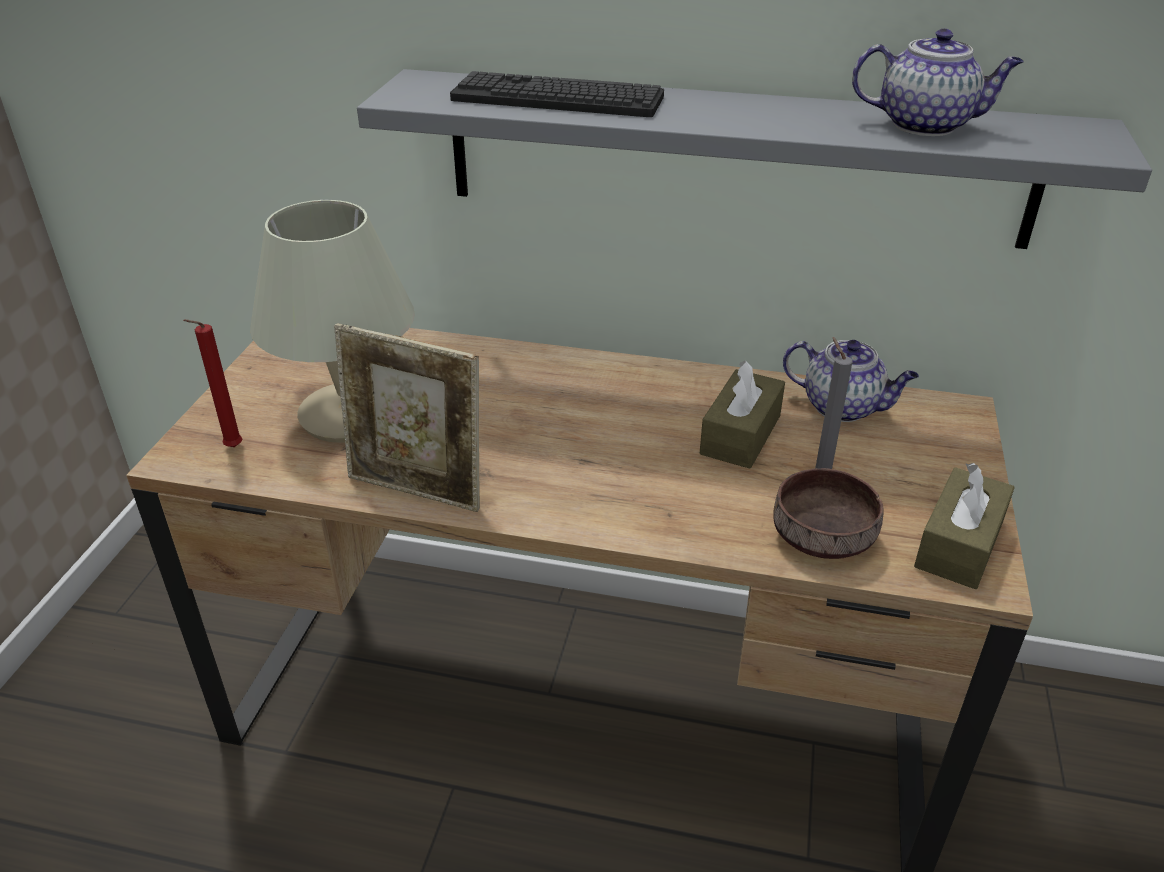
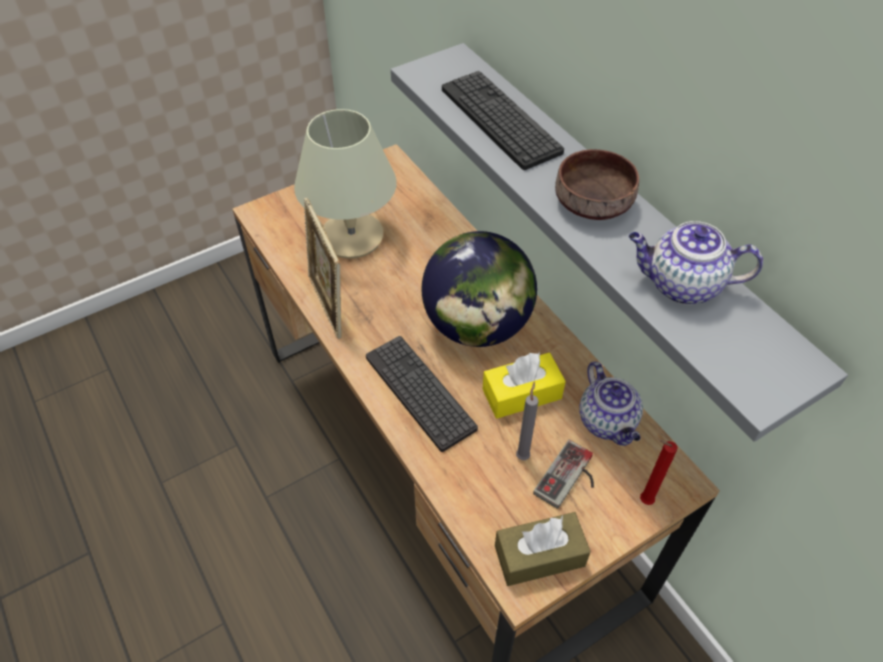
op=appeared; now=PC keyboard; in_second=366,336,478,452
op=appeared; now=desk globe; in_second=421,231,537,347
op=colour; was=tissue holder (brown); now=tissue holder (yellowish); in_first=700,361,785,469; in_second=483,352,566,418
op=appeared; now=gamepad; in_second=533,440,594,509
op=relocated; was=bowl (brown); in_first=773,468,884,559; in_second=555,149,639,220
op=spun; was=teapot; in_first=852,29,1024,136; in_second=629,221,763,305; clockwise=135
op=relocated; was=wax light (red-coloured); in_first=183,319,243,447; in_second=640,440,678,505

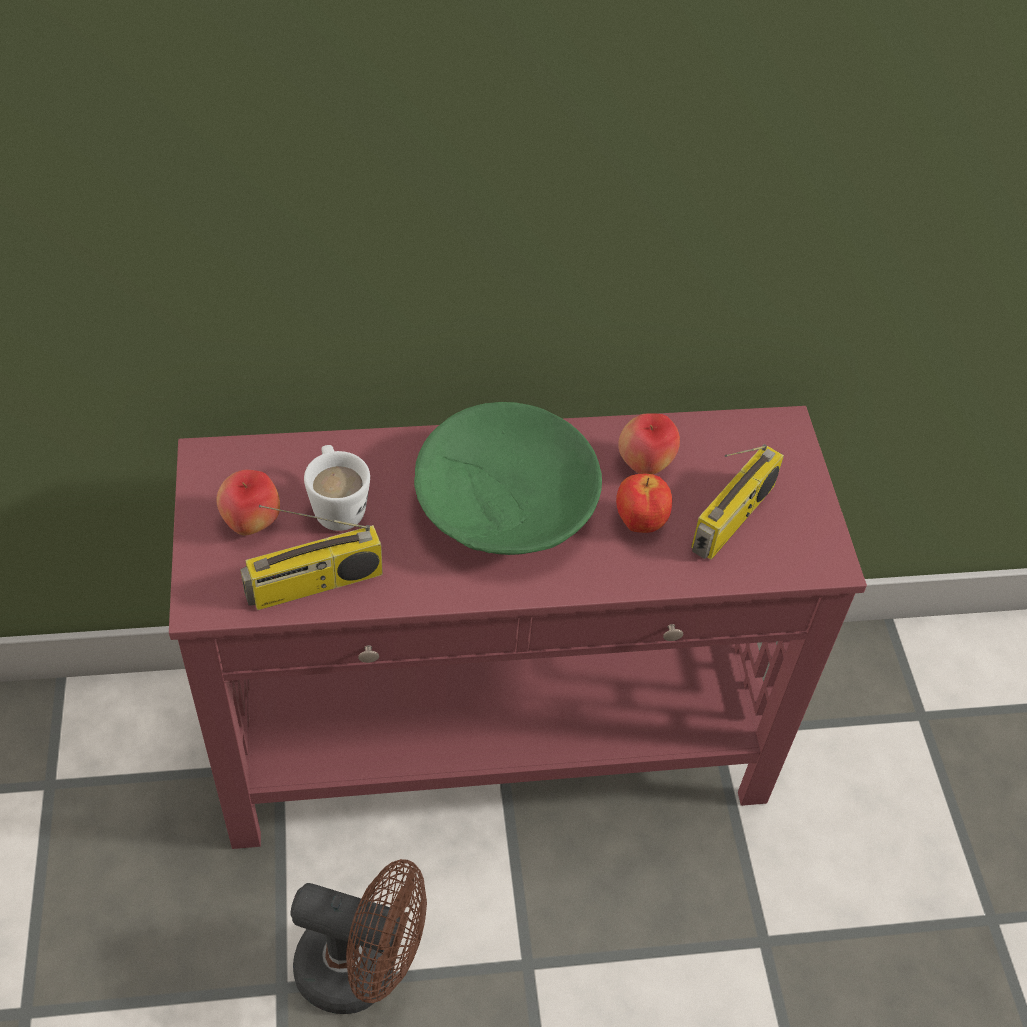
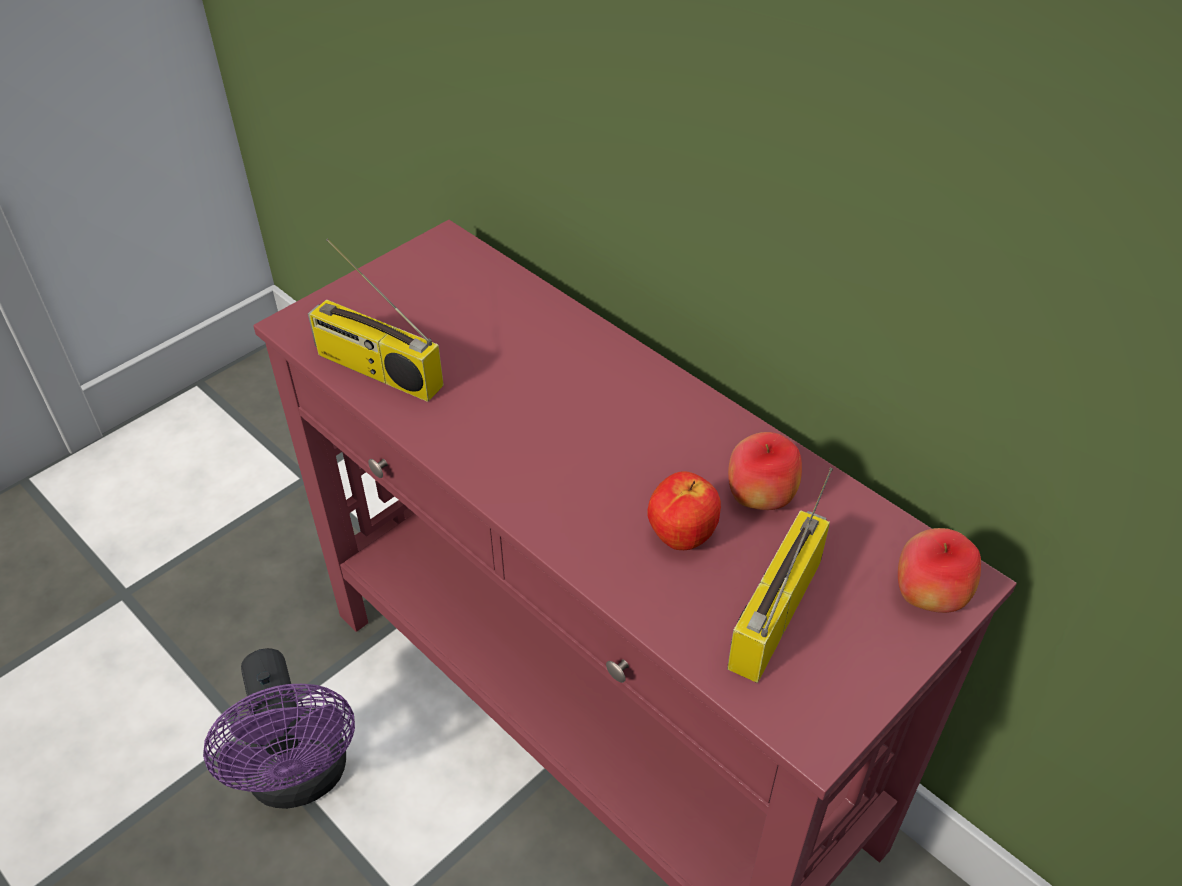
op=colour; was=electric fan (brown); now=electric fan (purple); in_first=290,859,427,1014; in_second=203,648,355,809
op=spun; was=radio receiver; in_first=691,444,784,560; in_second=727,468,833,683; clockwise=120
op=relocated; was=apple fruit; in_first=216,470,280,535; in_second=898,528,981,613
op=missing; was=mug (white); in_first=304,445,370,531
op=missing; was=bowl (green); in_first=414,402,602,555

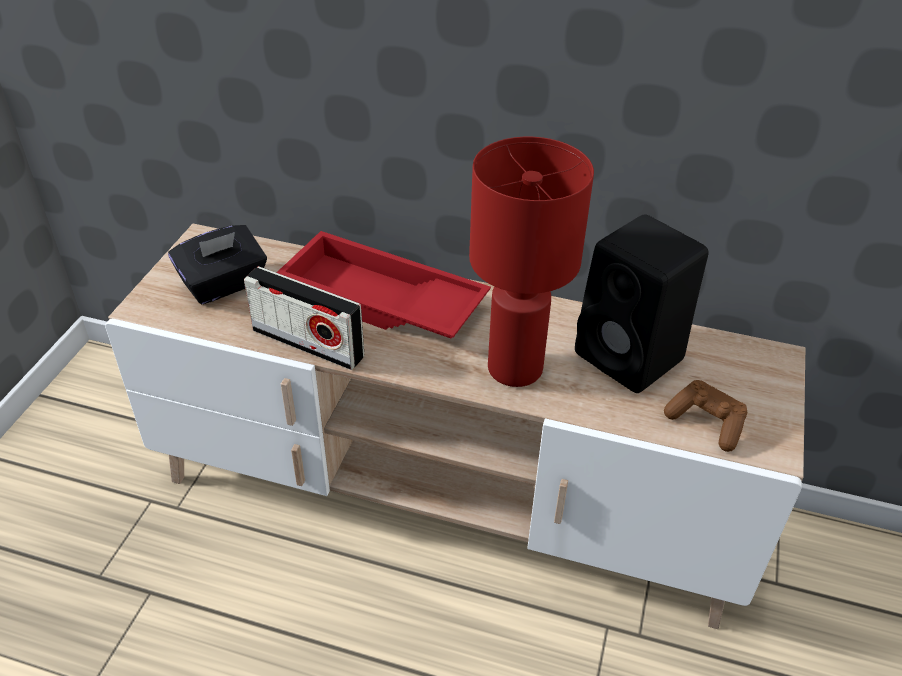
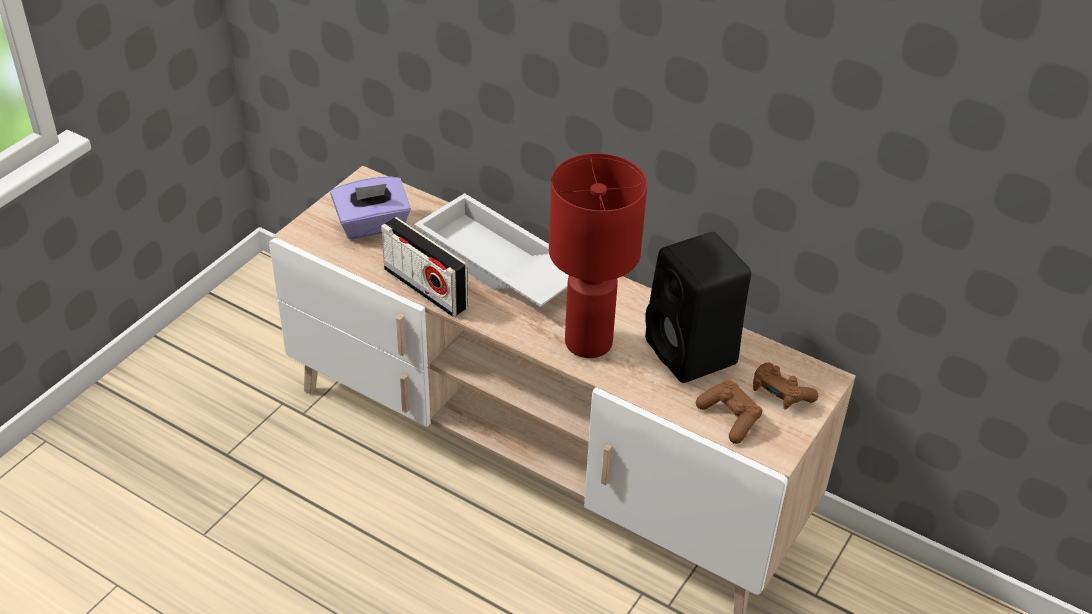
op=colour; was=tissue holder (blackish); now=tissue holder (purple); in_first=168,225,267,304; in_second=330,176,411,239
op=colour; was=tray (red-coloured); now=tray (white); in_first=276,231,491,338; in_second=414,193,569,307
op=appeared; now=gamepad (brown); in_second=753,362,818,410

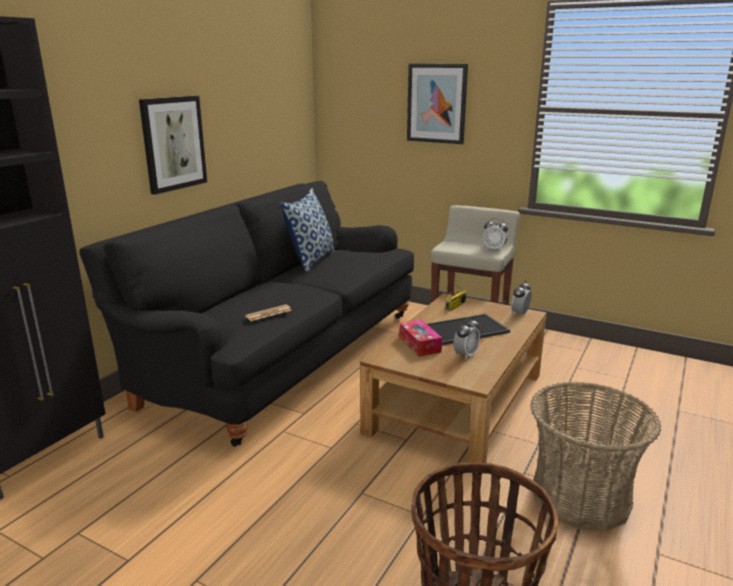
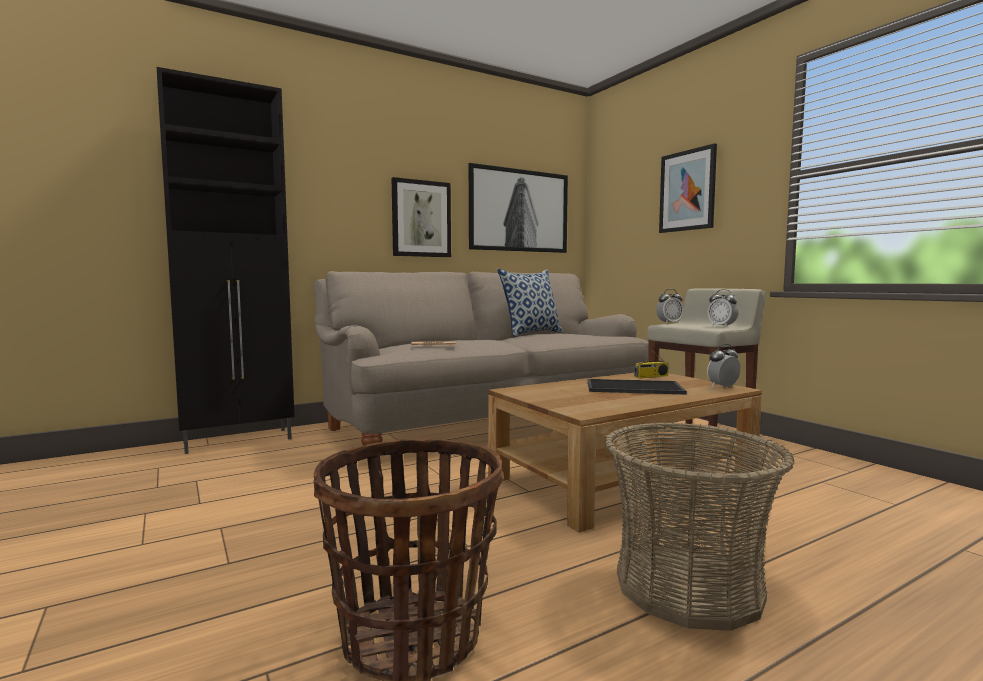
op=colour; was=settee (blackish); now=settee (beige-coloured); in_first=79,181,414,447; in_second=314,271,649,445
op=appeared; now=wall art; in_second=469,163,568,253
op=relocated; was=table clock; in_first=454,317,480,360; in_second=656,289,684,324
op=missing; was=tissue holder; in_first=399,320,442,356

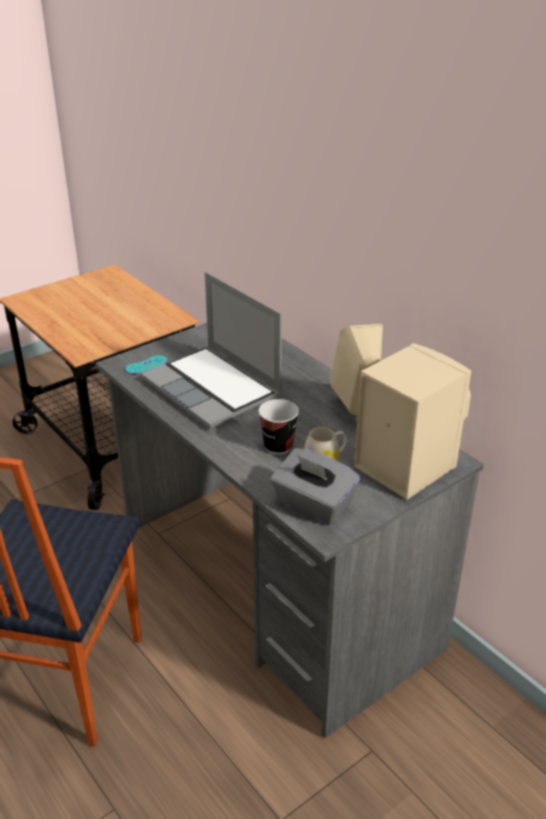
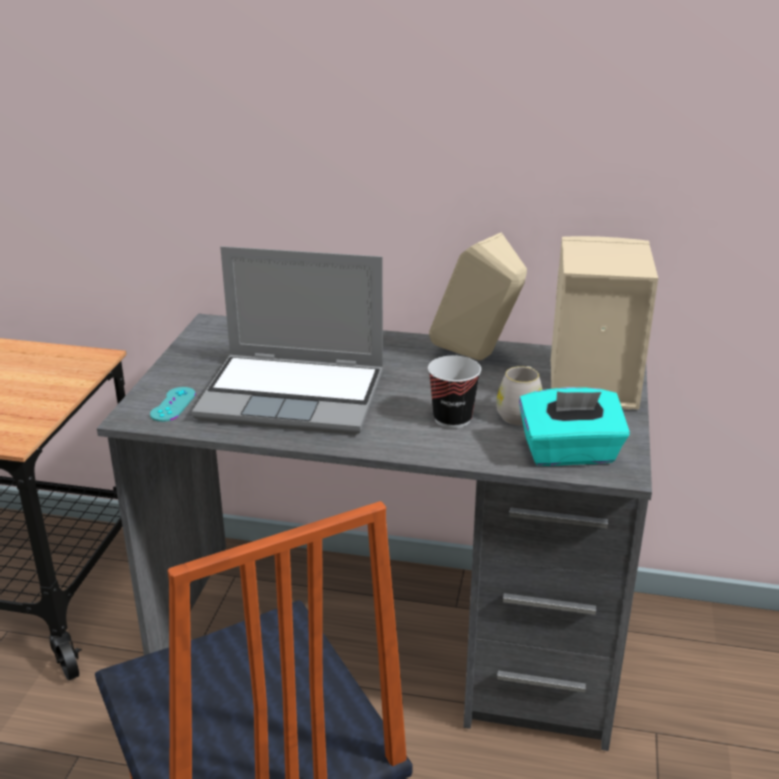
op=colour; was=tissue holder (grey); now=tissue holder (blue-green); in_first=270,448,360,524; in_second=519,387,630,466

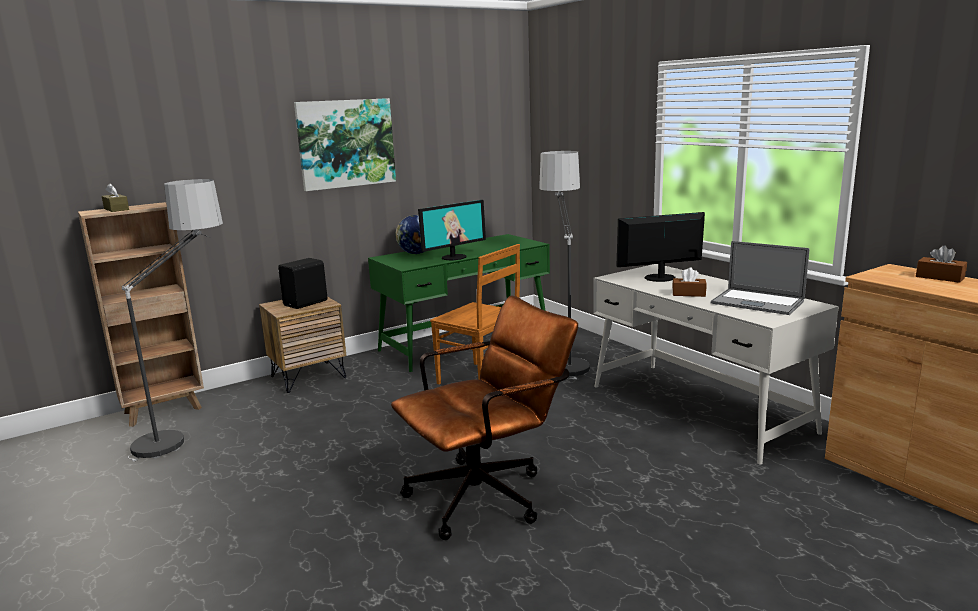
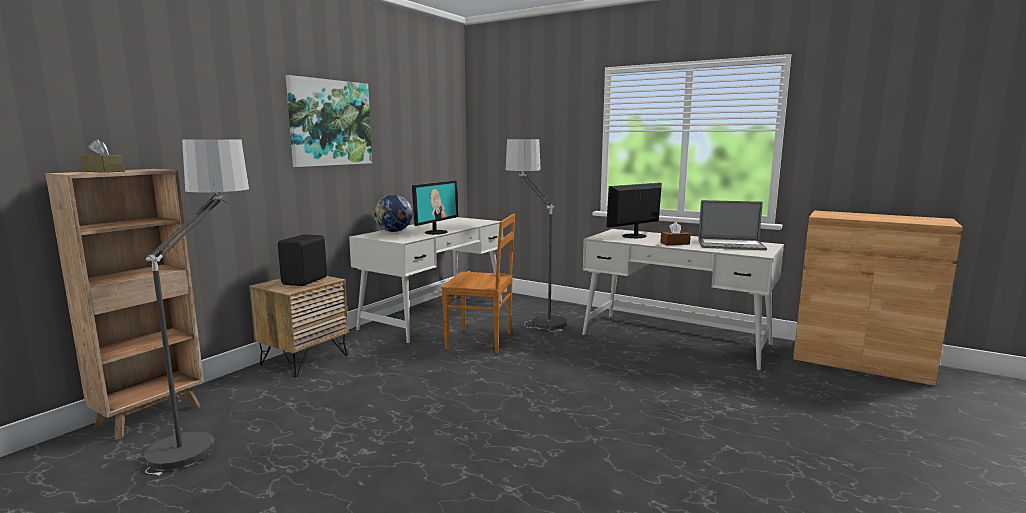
op=colour; was=desk unit (green); now=desk unit (white); in_first=368,234,550,372; in_second=349,217,503,343
op=missing; was=computer chair (brown); in_first=391,295,578,540
op=missing; was=tissue holder (brown); in_first=916,245,967,283

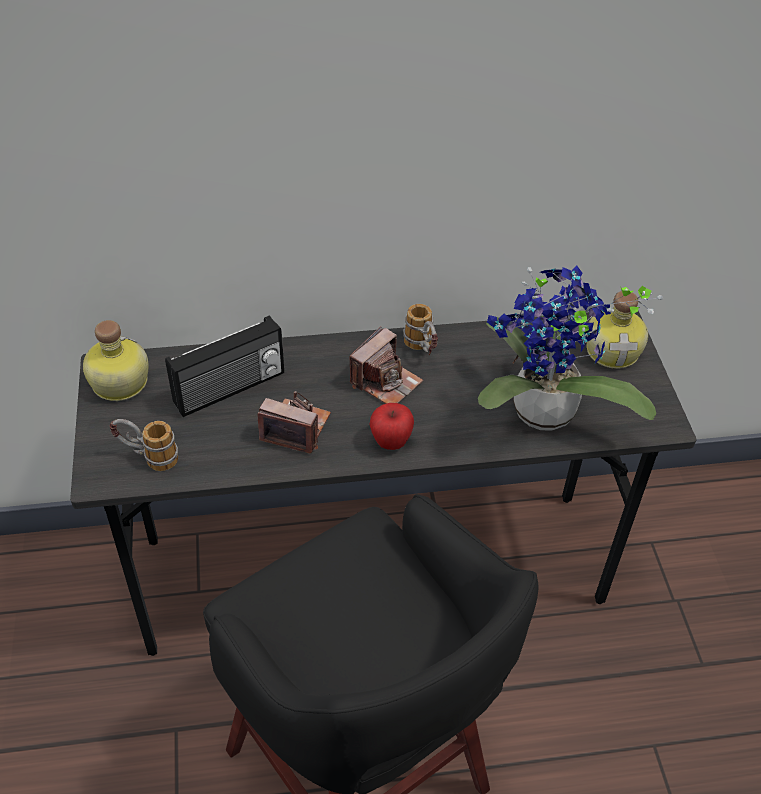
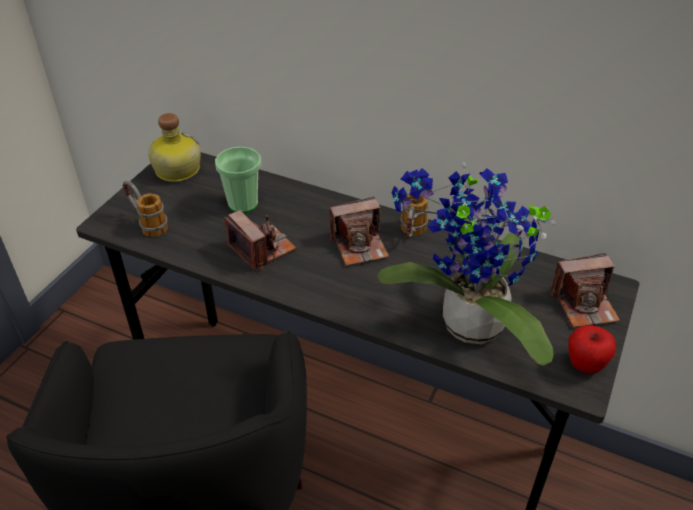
op=exchanged; was=radio receiver; now=drinking cup; in_first=165,316,284,417; in_second=215,147,261,213
op=exchanged; was=beverage bottle; now=still camera; in_first=586,291,648,369; in_second=551,253,620,327
op=relocated; was=apple fruit; in_first=369,403,414,450; in_second=568,325,616,374

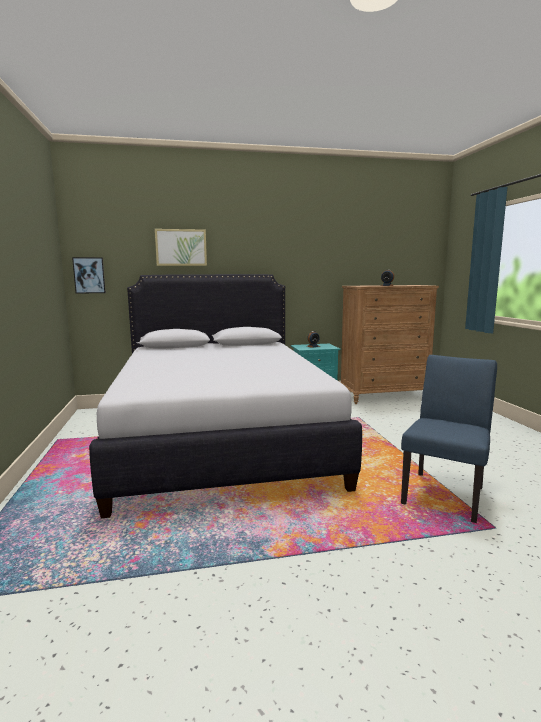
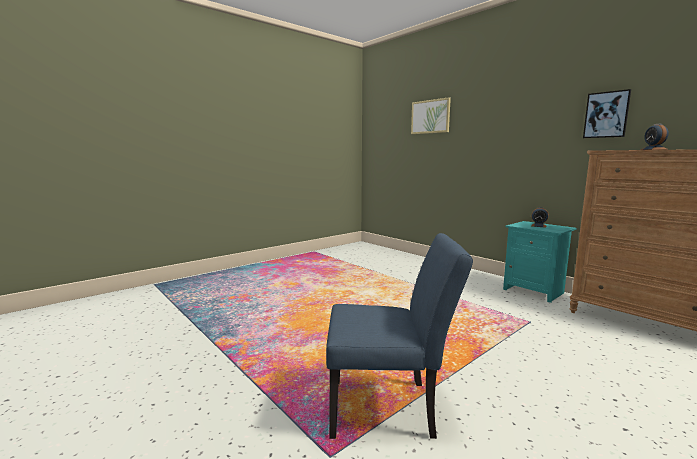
op=relocated; was=wall art; in_first=72,257,106,294; in_second=583,89,631,138
op=missing; was=sleeping bed (white); in_first=89,274,362,518

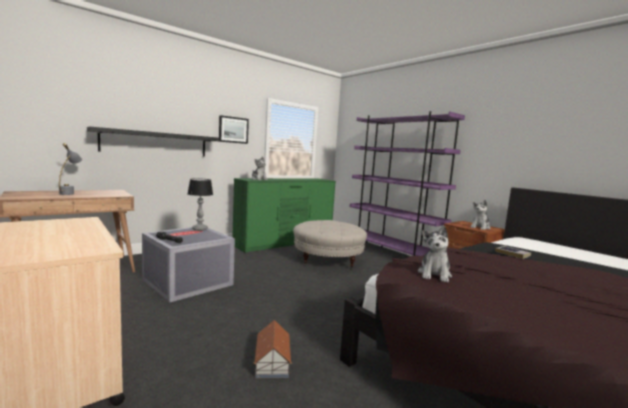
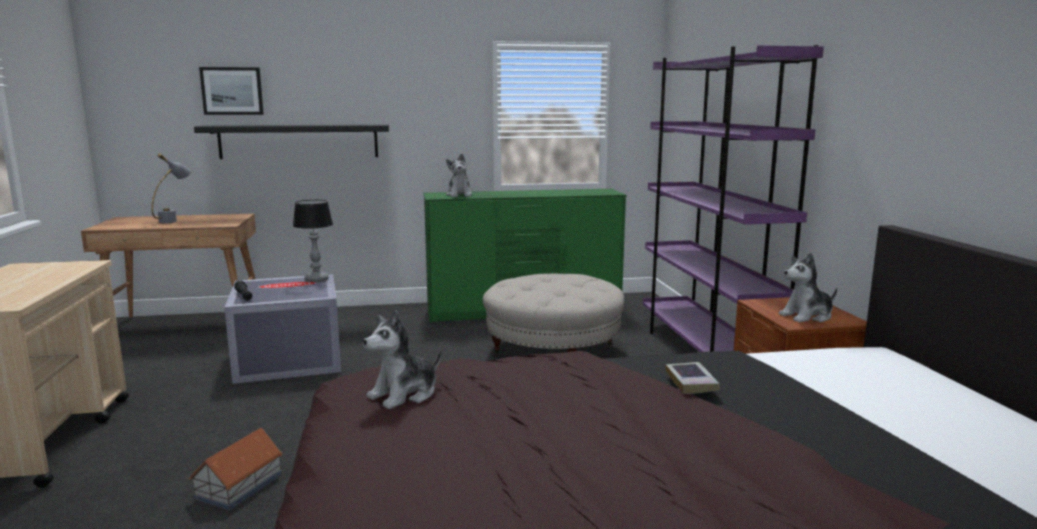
op=relocated; was=wall art; in_first=219,115,249,144; in_second=199,67,264,115

